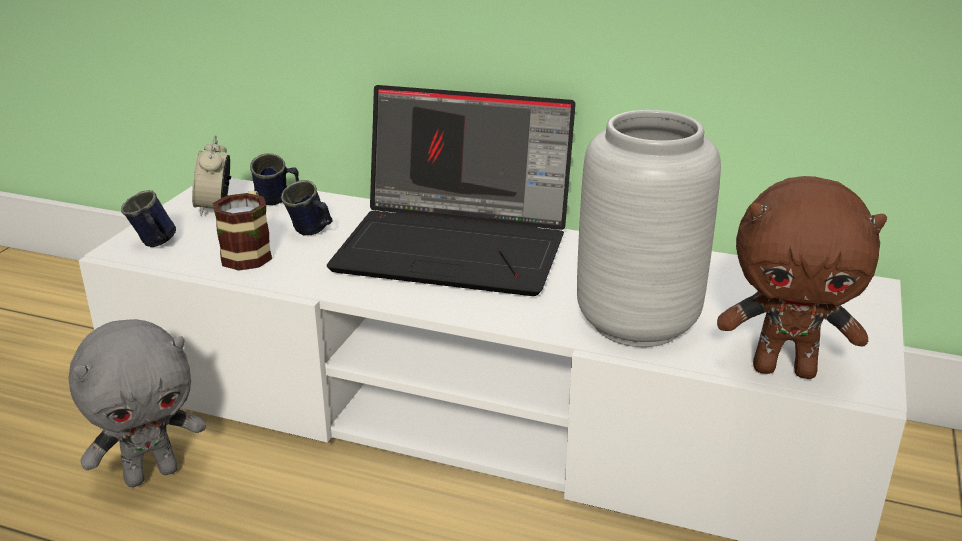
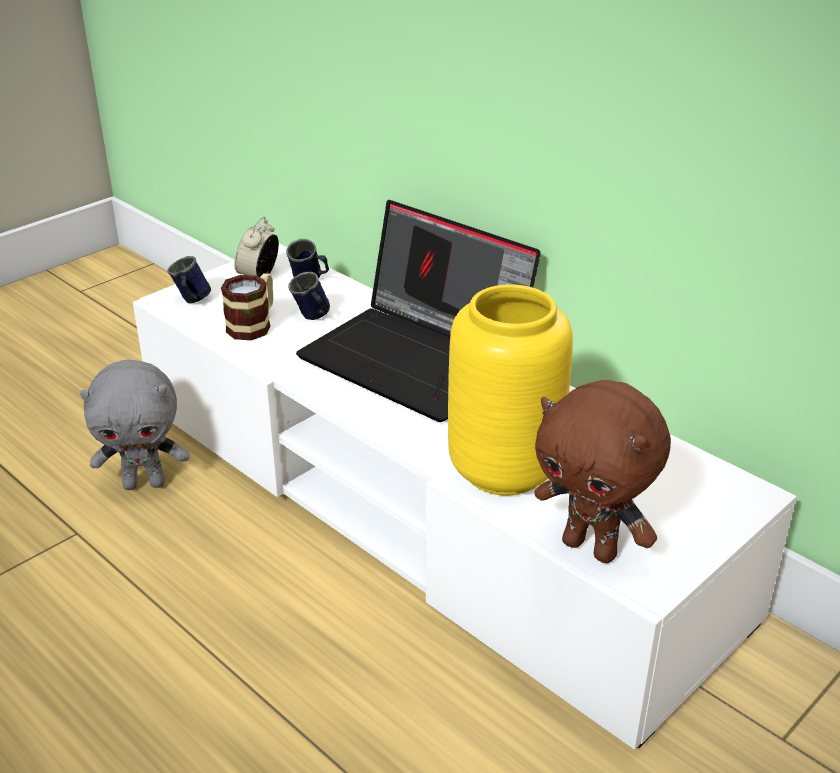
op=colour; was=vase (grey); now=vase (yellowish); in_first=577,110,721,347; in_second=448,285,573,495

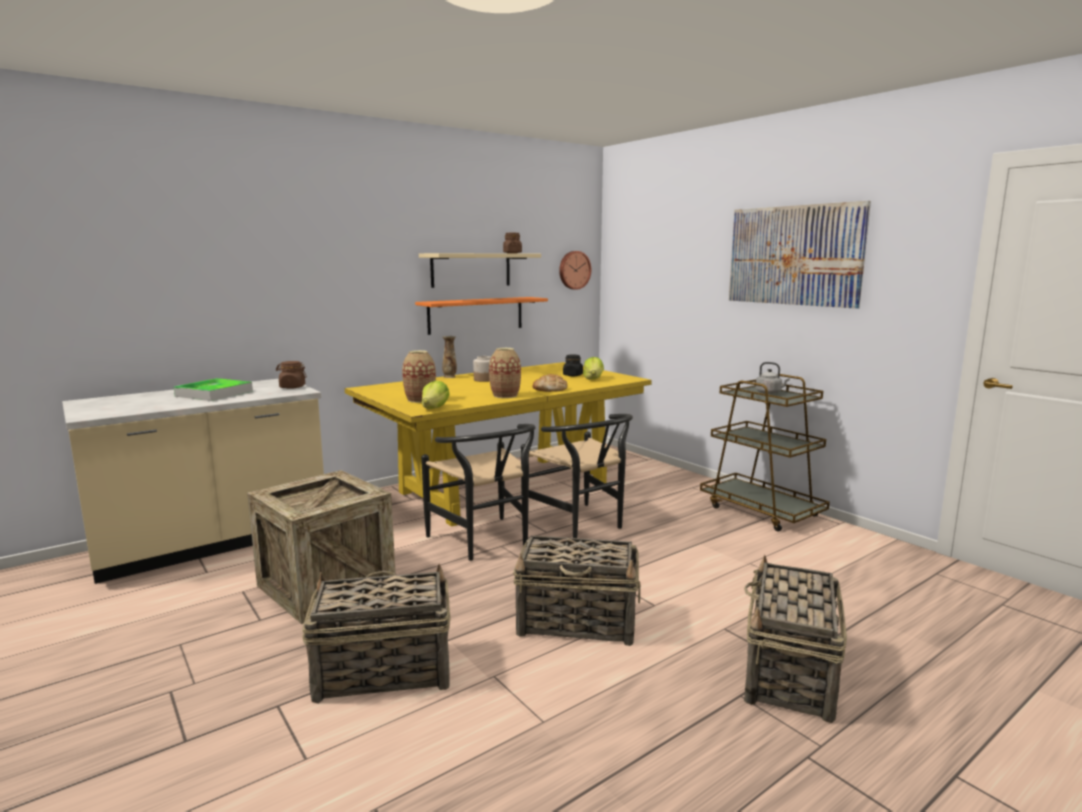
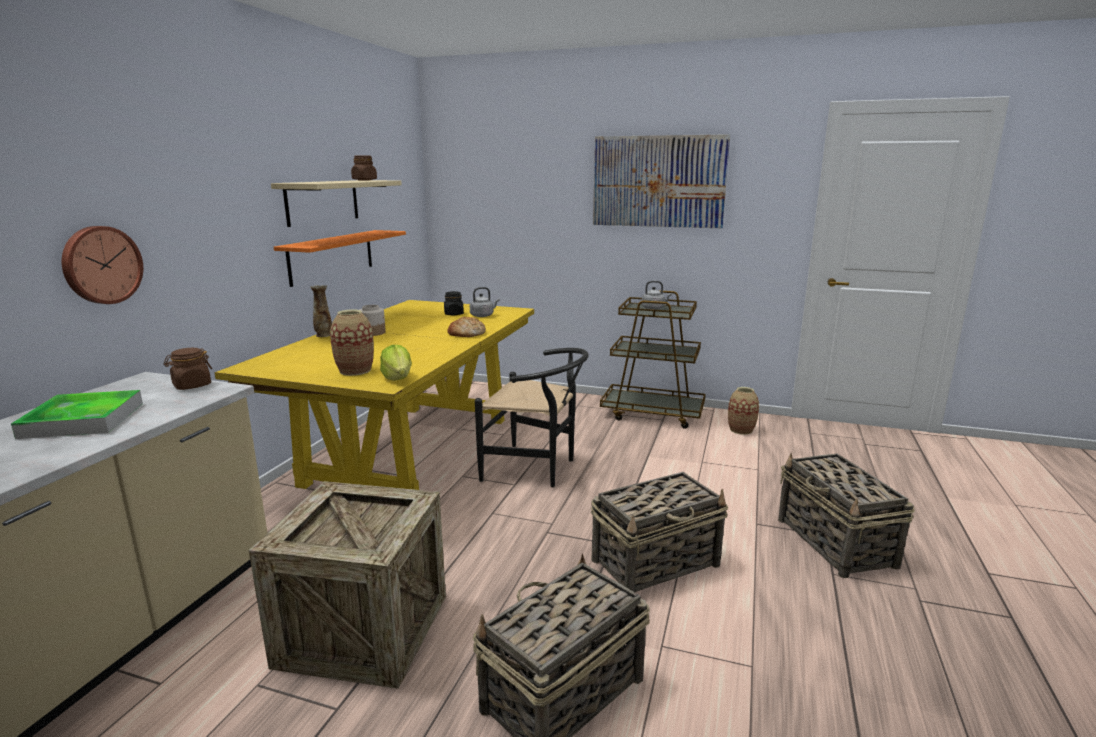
op=relocated; was=wall clock; in_first=559,251,591,290; in_second=62,226,143,304
op=exchanged; was=lettuce; now=tea kettle (grey); in_first=583,357,604,380; in_second=470,287,499,317
op=relocated; was=vase; in_first=489,348,521,398; in_second=728,387,759,435
op=missing; was=plain chair (blackish); in_first=421,424,536,561

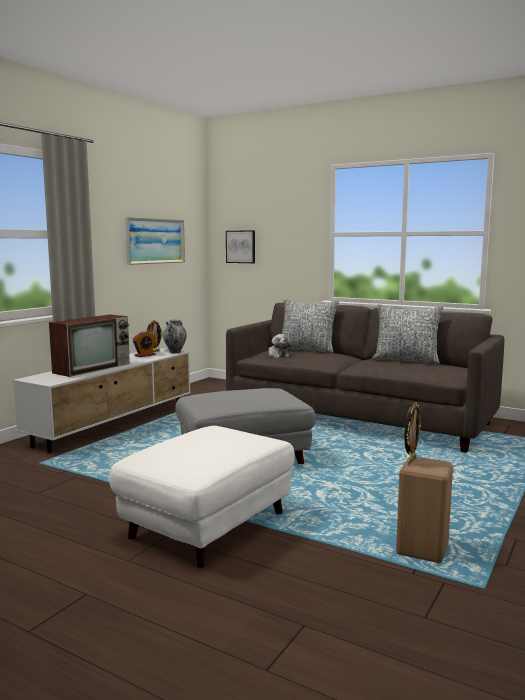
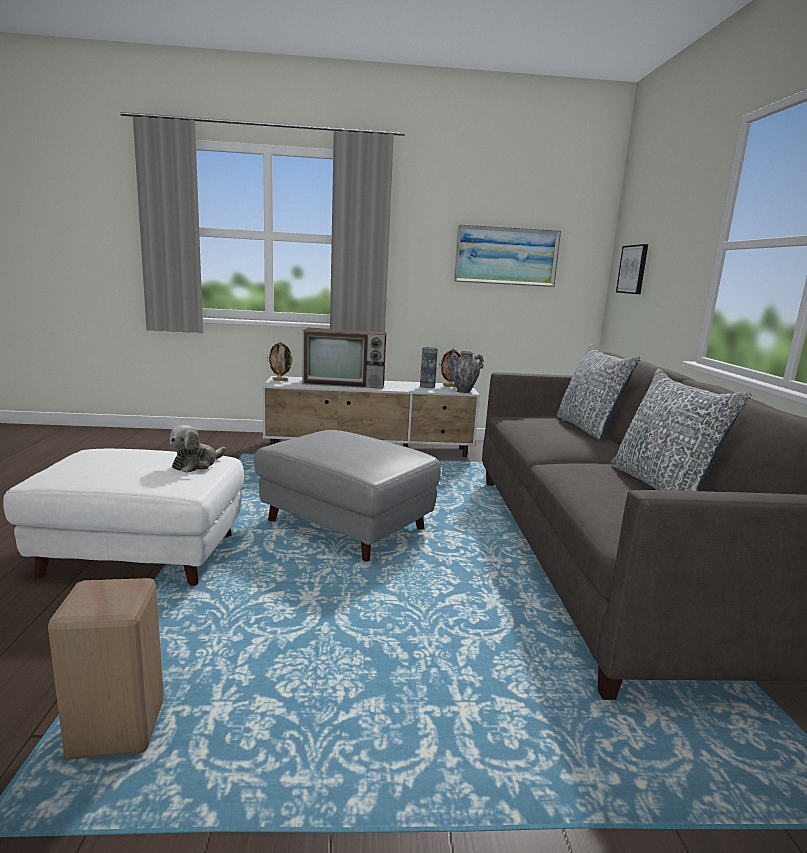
op=relocated; was=cuddly toy; in_first=268,334,291,358; in_second=170,425,226,473
op=relocated; was=picture frame; in_first=405,402,421,465; in_second=267,341,293,381
op=exchanged; was=table clock; now=vase; in_first=133,332,156,357; in_second=420,347,438,388

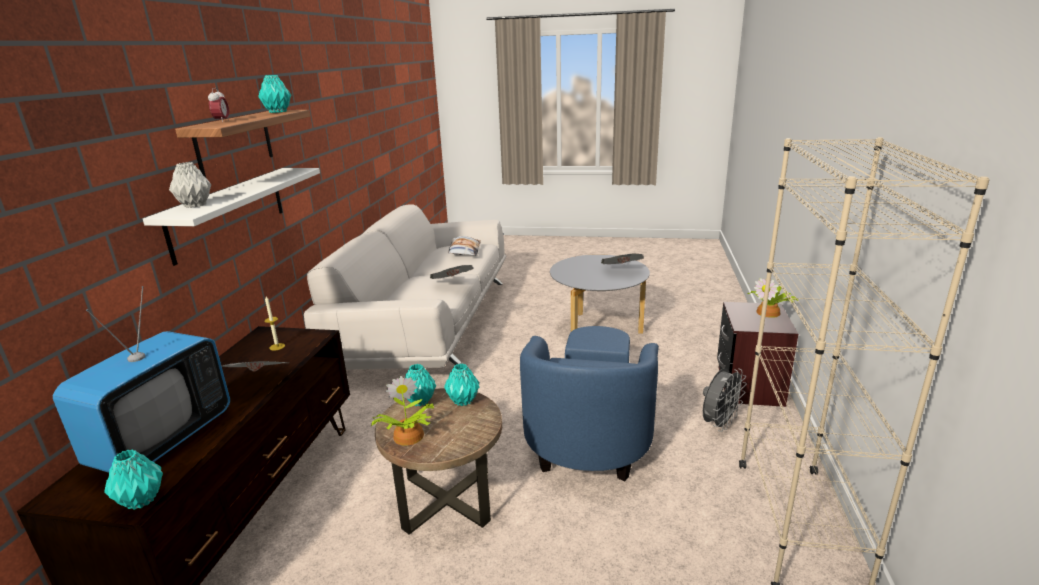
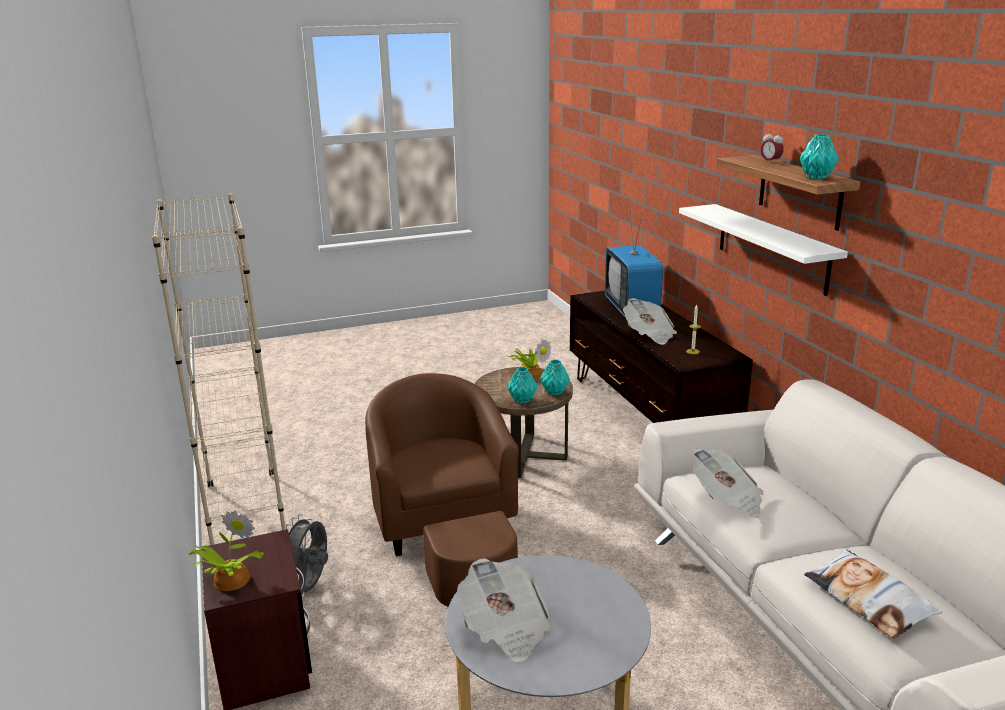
op=colour; was=armchair (blue); now=armchair (brown); in_first=520,326,659,481; in_second=365,373,519,607
op=missing; was=vase (blue-green); in_first=104,449,163,510
op=missing; was=vase (grey); in_first=169,162,211,208

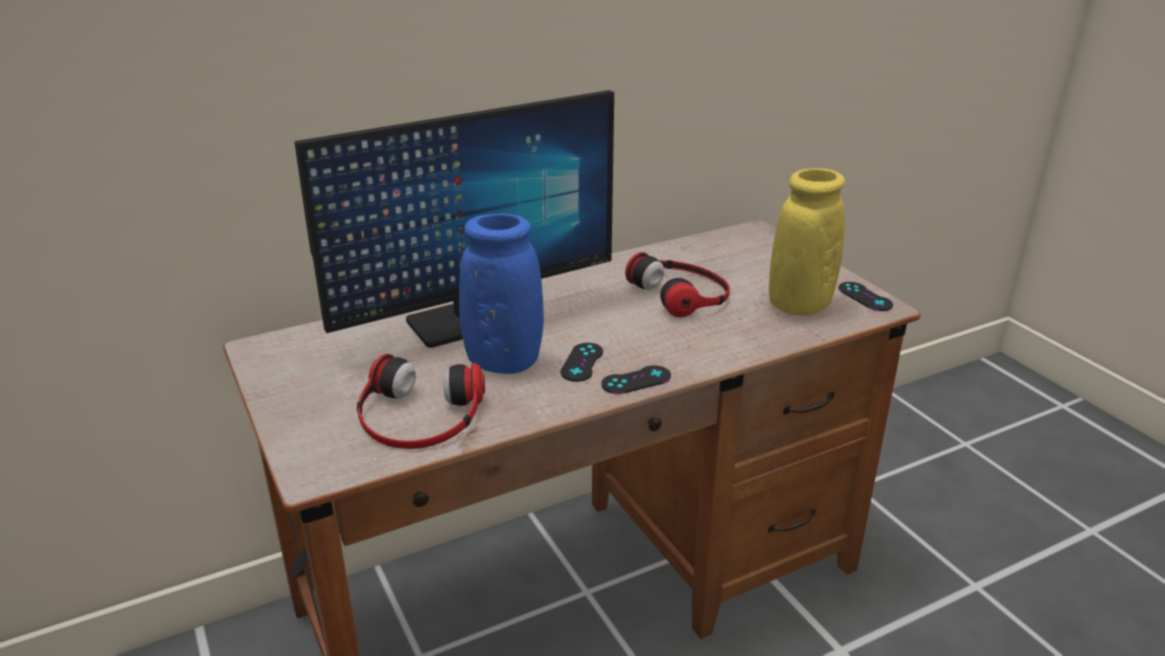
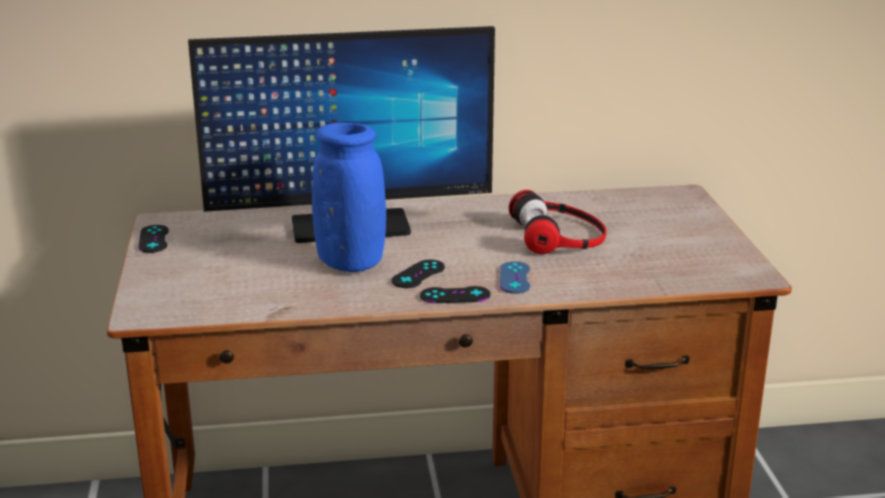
op=relocated; was=gamepad (blackish); in_first=838,282,893,311; in_second=138,225,169,253
op=appeared; now=gamepad (blue); in_second=500,261,530,294
op=missing; was=headphones; in_first=357,354,485,449
op=missing; was=vase (yellowish); in_first=769,168,845,316

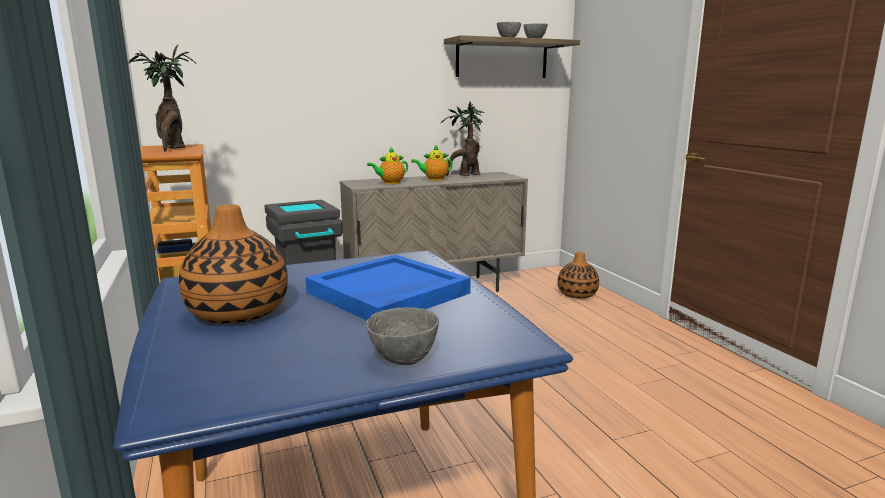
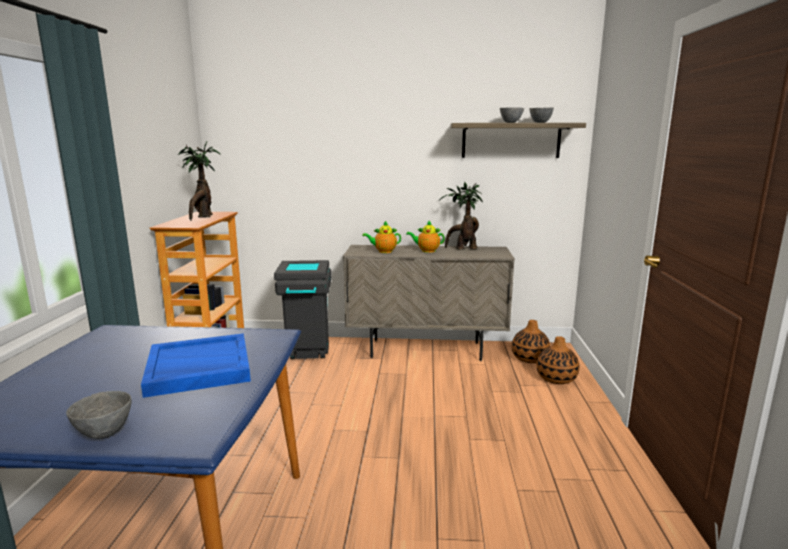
op=relocated; was=vase; in_first=179,204,288,324; in_second=512,320,550,363

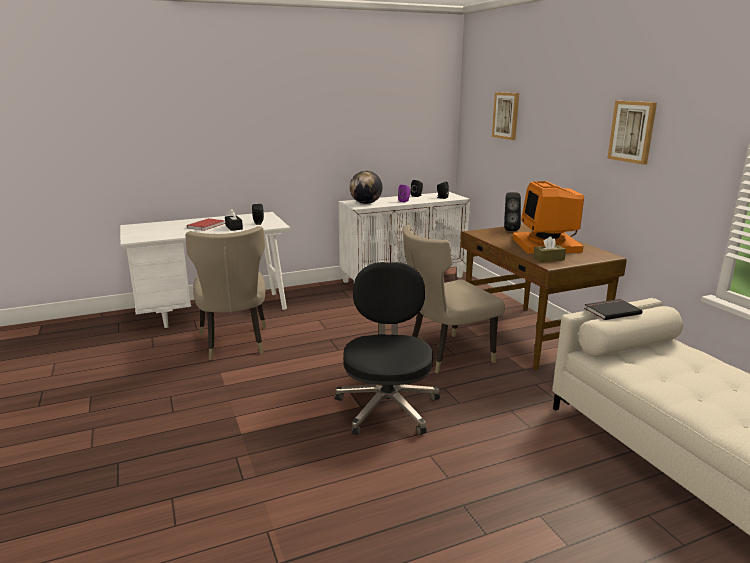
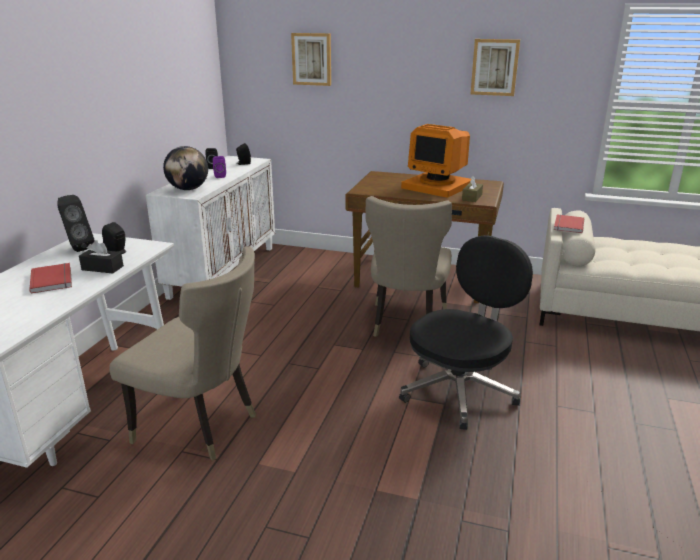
op=relocated; was=loudspeaker (blackish); in_first=504,192,521,231; in_second=57,195,95,252
op=spun; was=computer chair (blackish); in_first=335,262,440,435; in_second=399,235,533,430; clockwise=90
op=colour; was=book (blackish); now=book (red-coloured); in_first=584,299,643,320; in_second=554,214,584,233

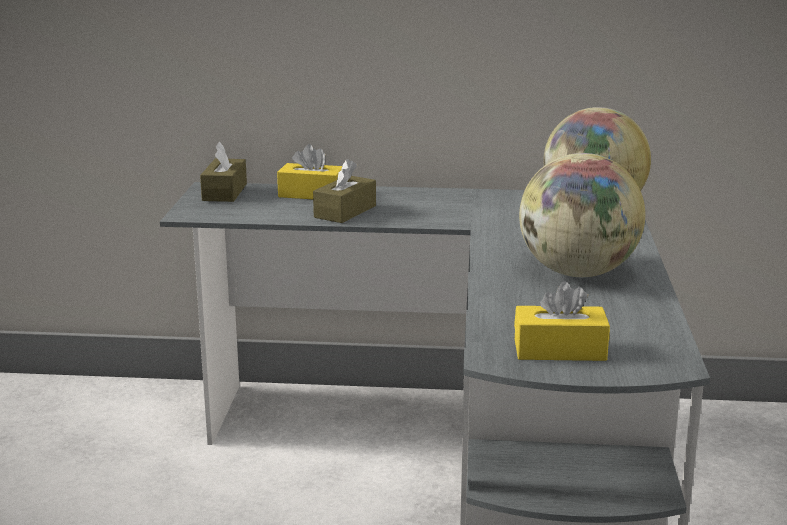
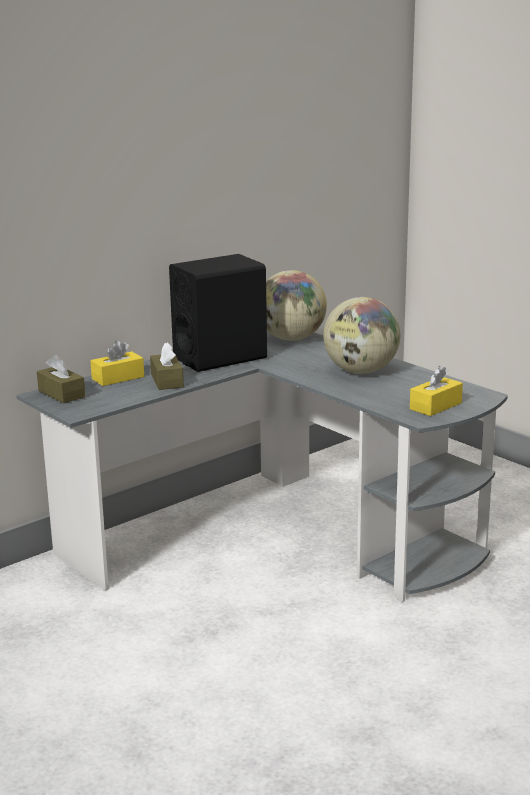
op=appeared; now=loudspeaker (blackish); in_second=169,254,267,372

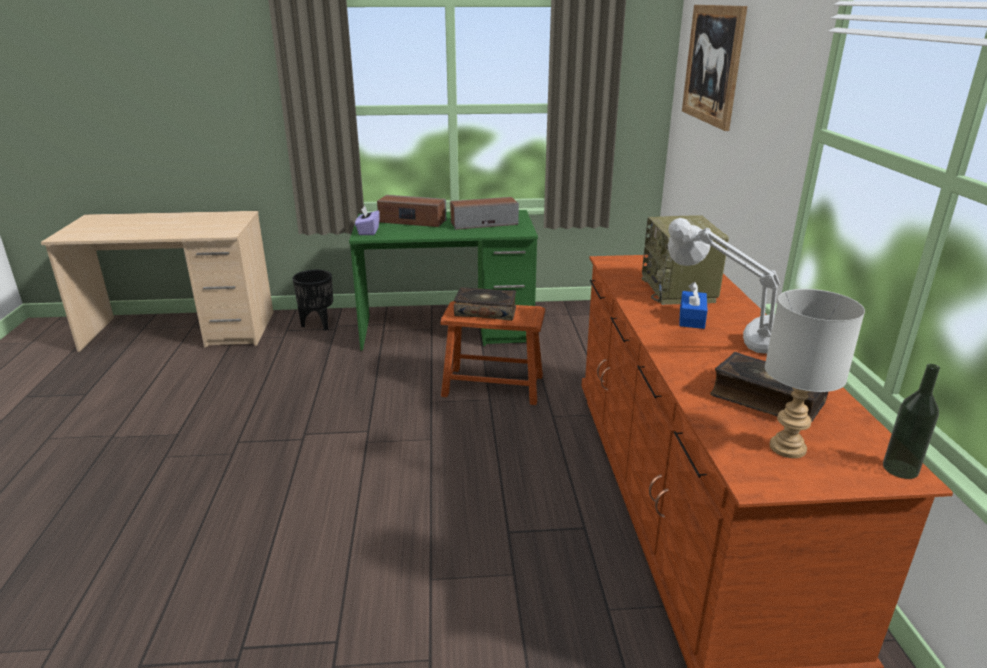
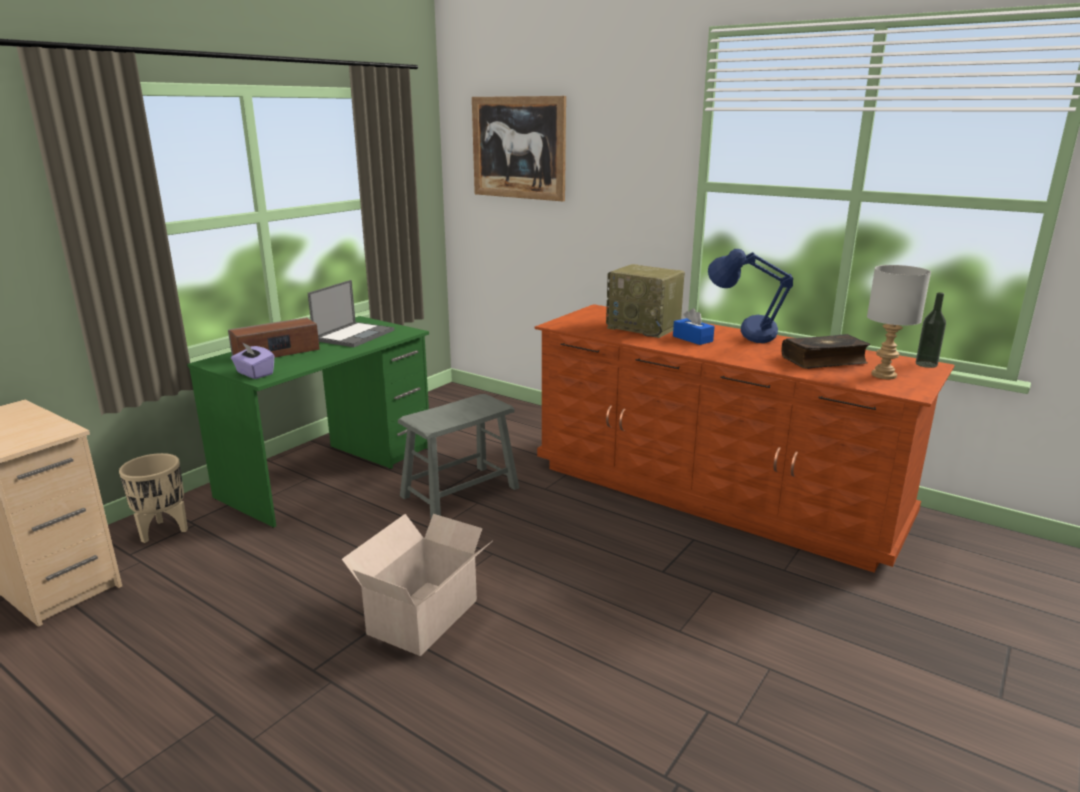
op=colour; was=flower pot (blackish); now=flower pot (beige-coloured); in_first=293,270,333,331; in_second=119,453,188,543
op=exchanged; was=loudspeaker; now=notebook computer; in_first=450,197,519,230; in_second=308,280,394,347
op=appeared; now=packing box; in_second=342,514,492,656
op=colour; was=sitting stool (brown); now=sitting stool (grey); in_first=440,301,545,405; in_second=398,394,519,518
op=colour; was=tabletop lamp (grey); now=tabletop lamp (blue); in_first=668,218,780,354; in_second=708,249,793,343
op=missing; was=book; in_first=454,287,516,321

